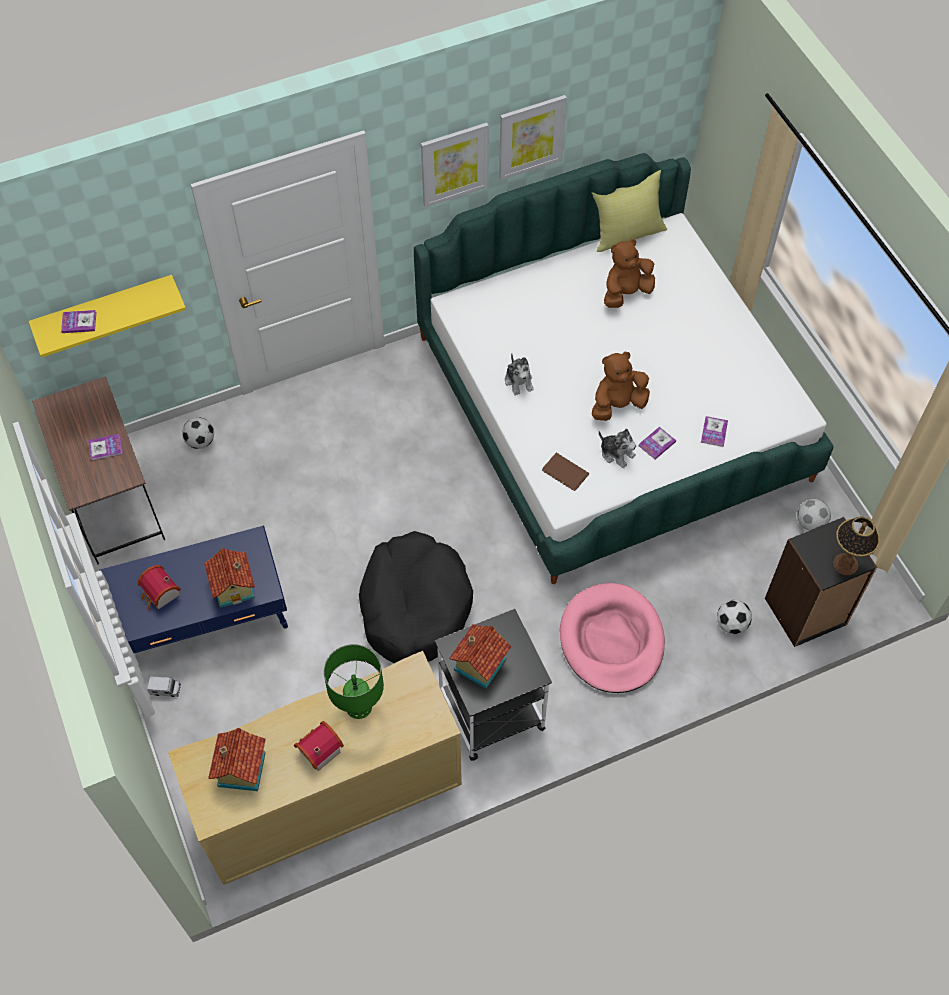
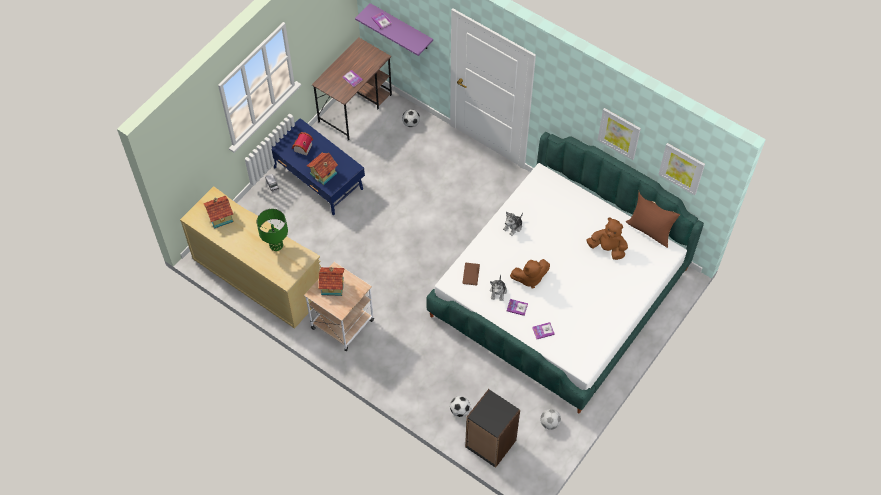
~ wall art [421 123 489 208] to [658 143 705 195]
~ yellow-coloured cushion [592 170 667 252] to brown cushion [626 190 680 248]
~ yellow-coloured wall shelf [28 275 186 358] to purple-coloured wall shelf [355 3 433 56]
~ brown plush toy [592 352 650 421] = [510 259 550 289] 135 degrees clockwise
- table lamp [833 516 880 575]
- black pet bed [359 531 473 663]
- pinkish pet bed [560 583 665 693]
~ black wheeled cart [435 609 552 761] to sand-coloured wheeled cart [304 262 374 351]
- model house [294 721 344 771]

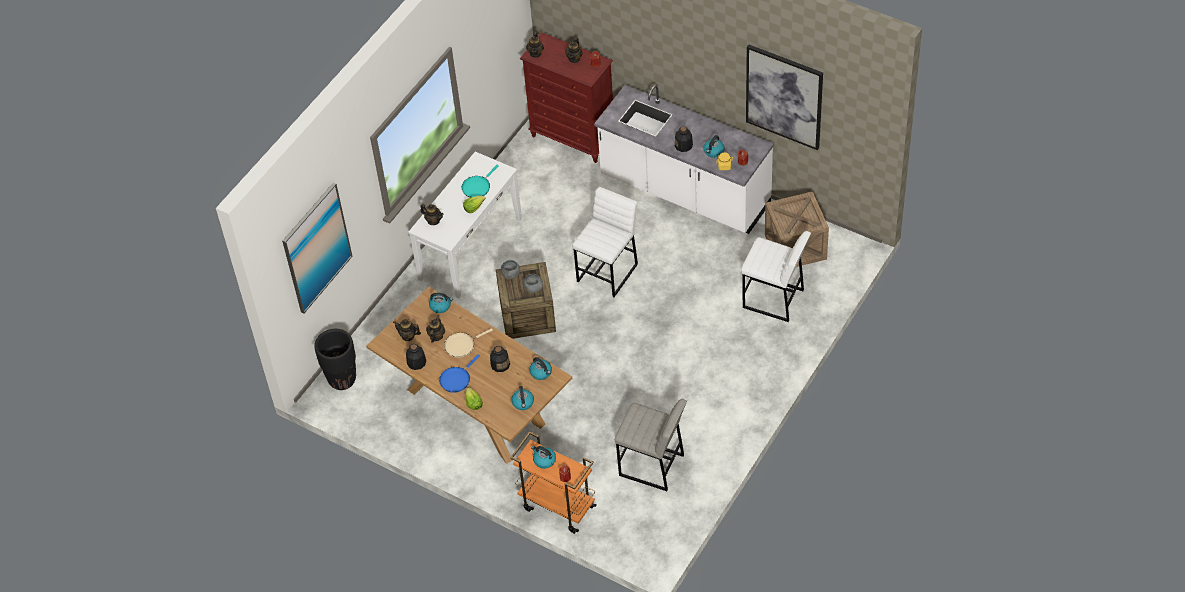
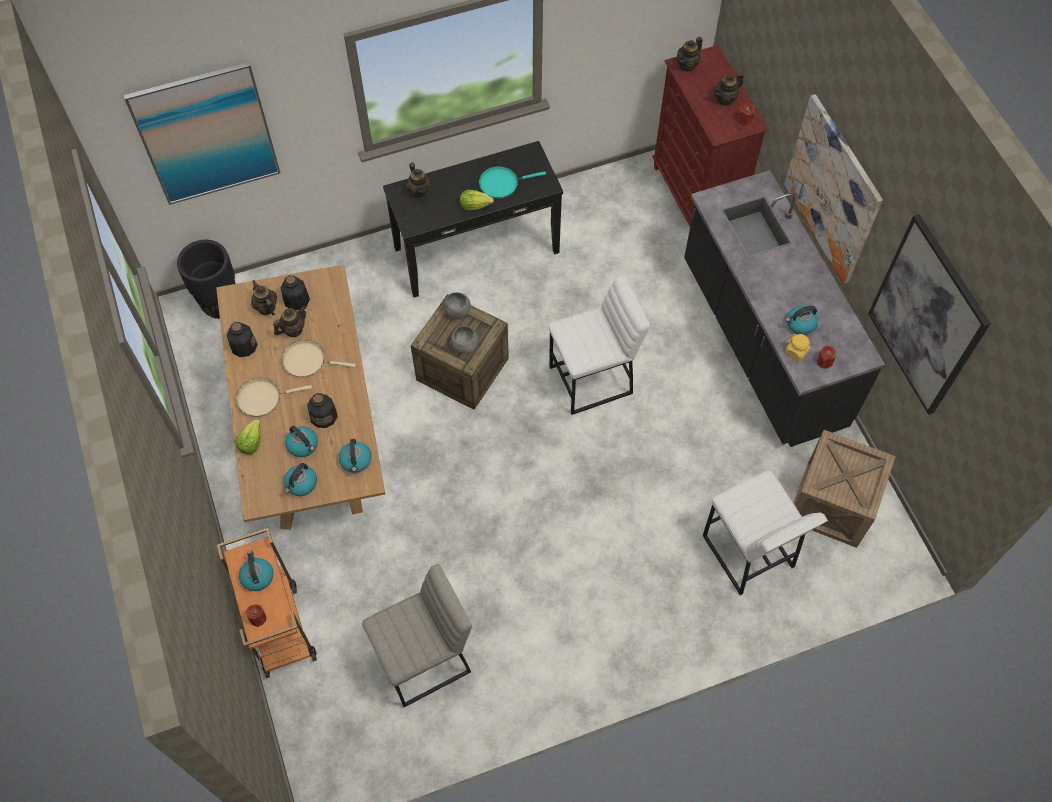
~ white kitchen base unit [594 85 774 234] to black kitchen base unit [684 170 885 447]
~ beverage bottle [675 127 693 152] to [281 275 310 310]
~ white hall table [408 152 522 298] to black hall table [383 141 563 297]
~ tea kettle [429 293 453 313] to [285 426 318 457]
~ blue skillet [439 354 480 393] to sand-coloured skillet [236 378 312 417]
~ gray upright chair [615 399 687 491] = [362 564 472 707] 90 degrees counterclockwise
+ wall art [784 94 883 284]

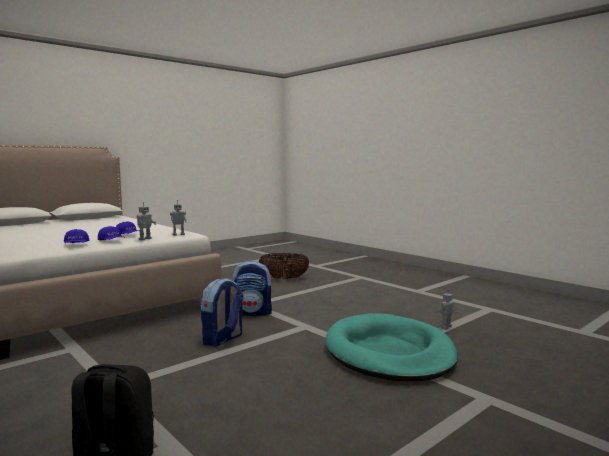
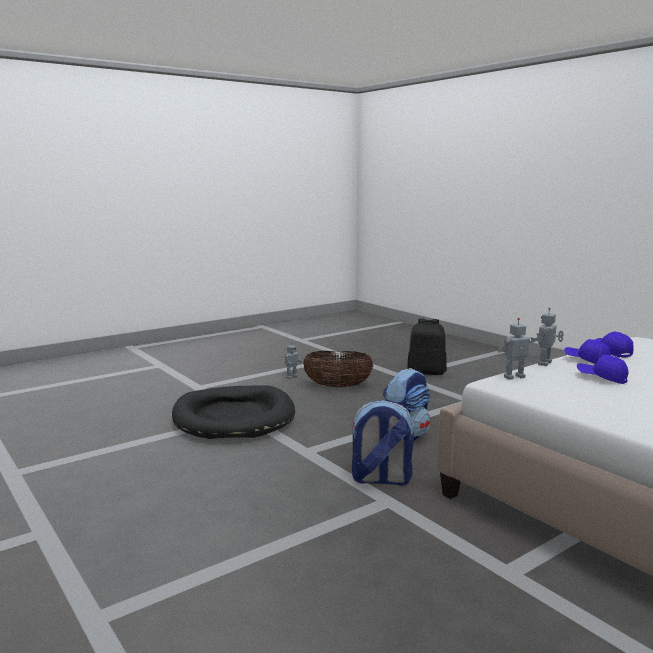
~ storage basket [259 253 309 279] to [303 351 373 387]
~ toy robot [435 290 458 330] to [285 342 303 379]
~ turquoise-coloured pet bed [325 313 458 381] to black pet bed [172 385 295 439]

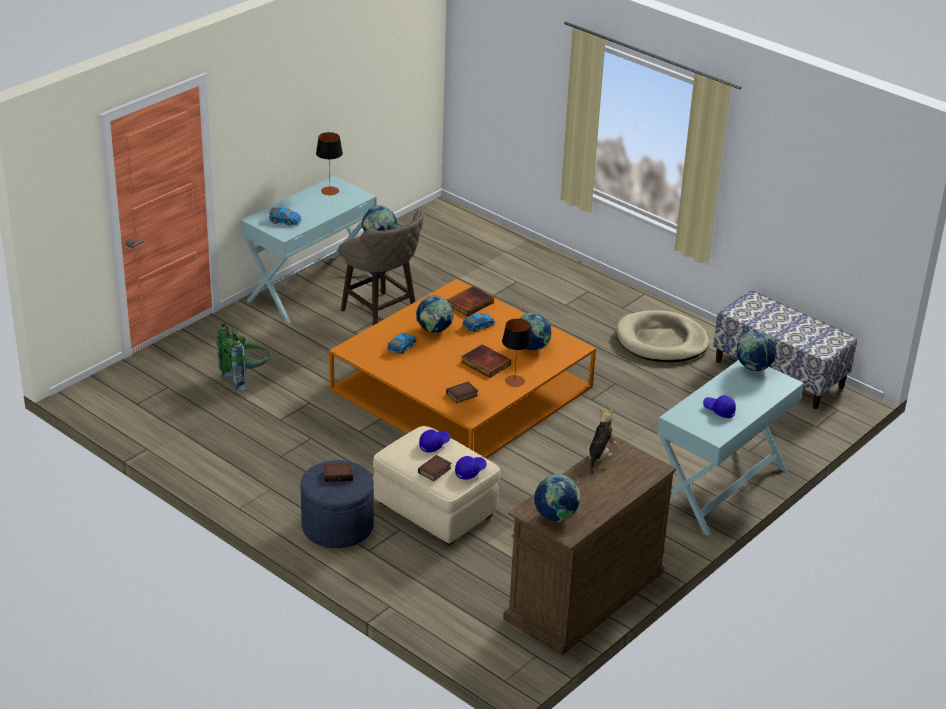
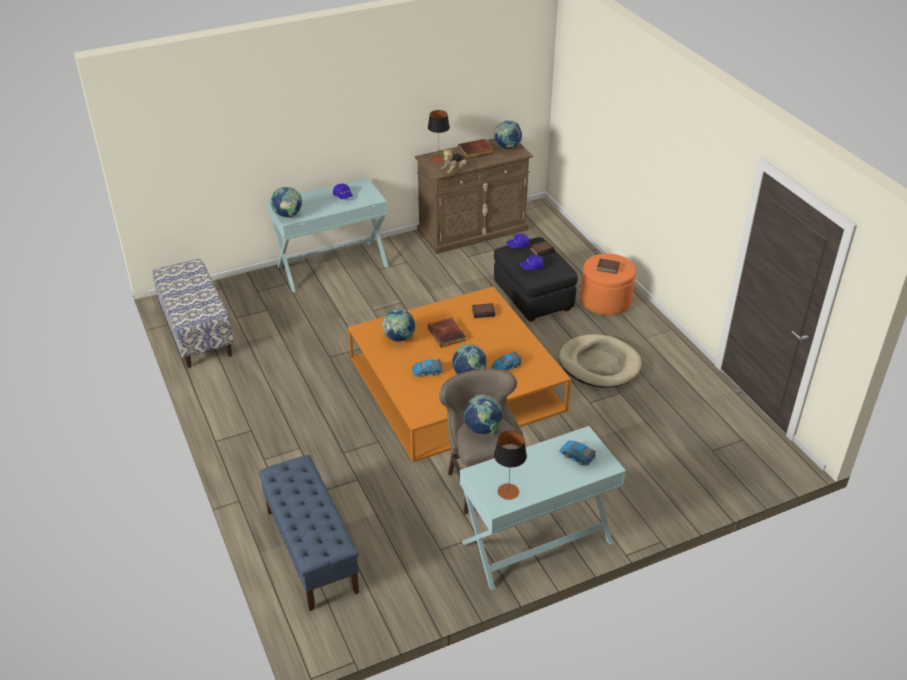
~ book [447 286 494 316] to [458 139 494 159]
~ sand-coloured pet bed [616 310 709 362] to [558 334 642 388]
~ table lamp [502 319 532 387] to [428 110 450 163]
- greenish knapsack [216 324 269 391]
~ sand-coloured pouffe [373 426 500 545] to black pouffe [494 237 578 322]
~ blue pouffe [301 460 374 548] to orange pouffe [581 253 636 315]
+ blue long seat [258 455 359 611]

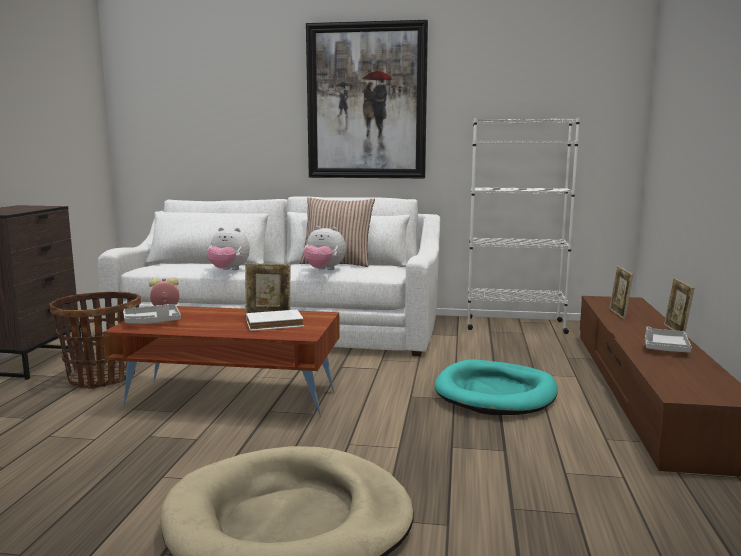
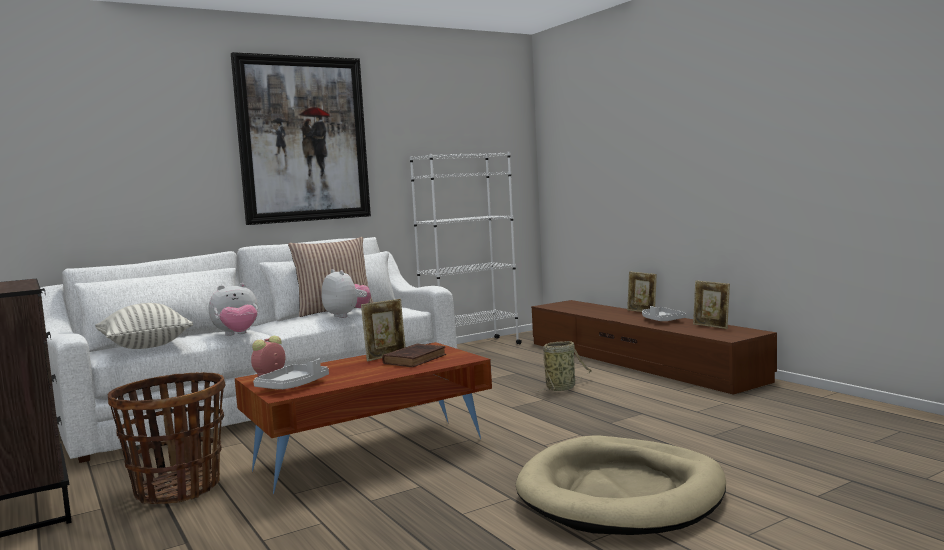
~ plush toy [303 226 346 270] = [322 269 371 318] 105 degrees counterclockwise
~ standing frame [609 266 633 319] to [693 280 730 329]
~ white book [246 310 304 331] to brown book [382 343 446 367]
~ turquoise-coloured pet bed [435 359 558 415] to storage basket [537 341 592 392]
+ cushion [95 303 193 349]

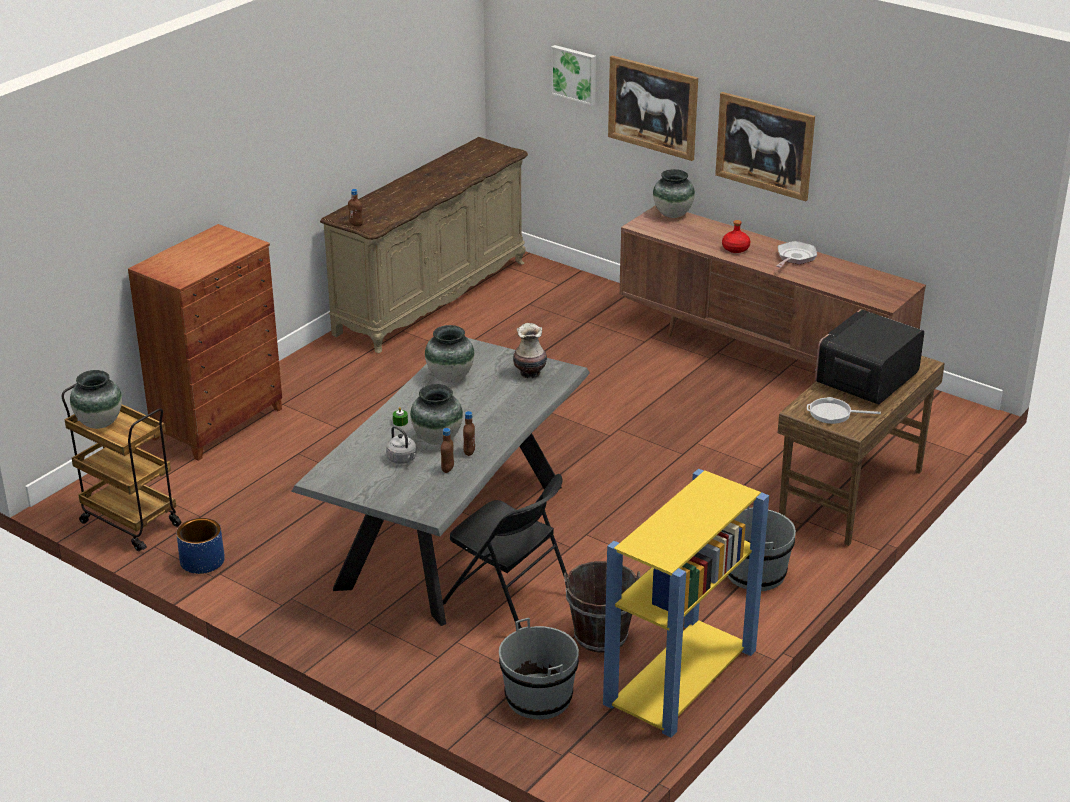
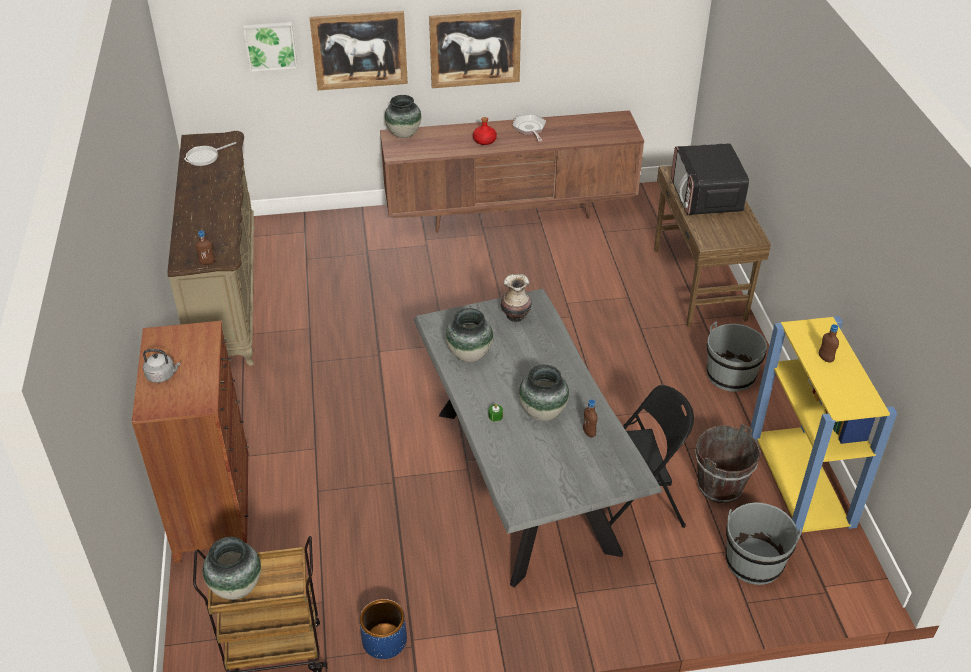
~ skillet [807 397 881 424] to [184 142 236 166]
~ brown beverage bottle [463 411 475 456] to [819 324 839 363]
~ gray tea kettle [386 426 416 464] to [143 349 180 383]

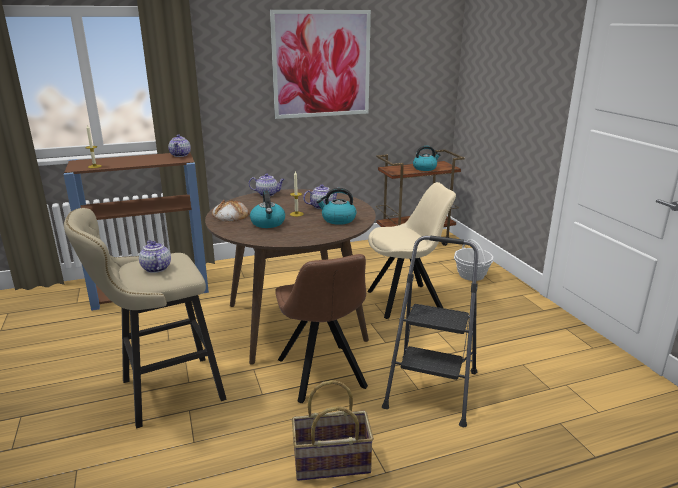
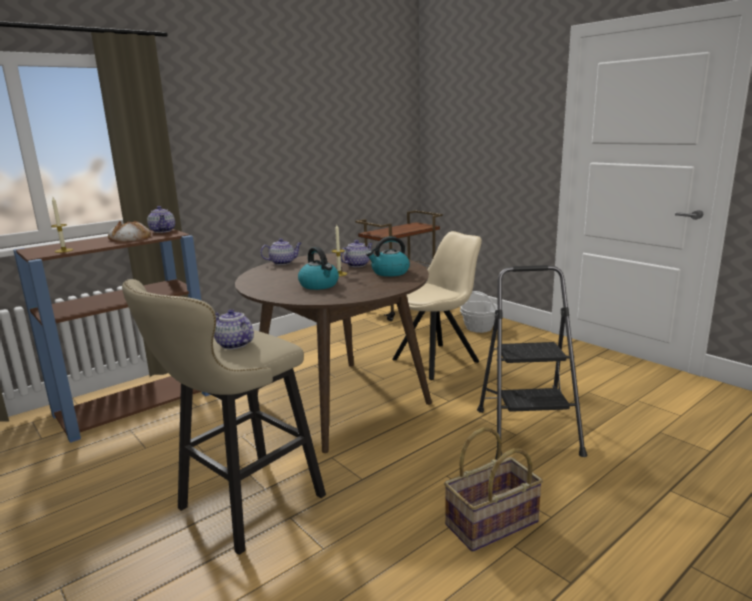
- wall art [270 10 371 119]
- tea kettle [413 146 441 171]
~ bread [212 199 249 222] to [108 221 151 242]
- brown upright chair [275 254 368 403]

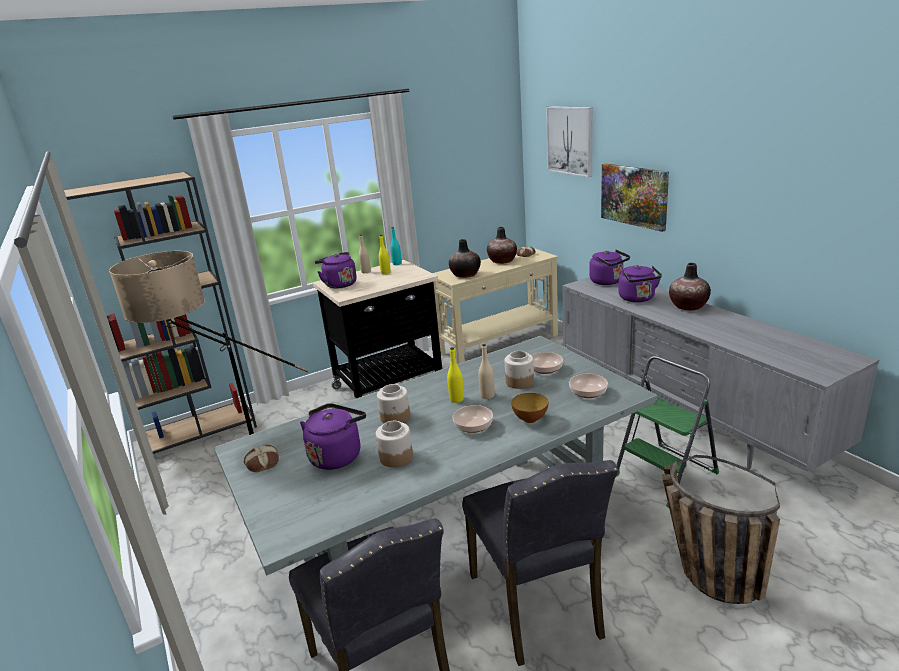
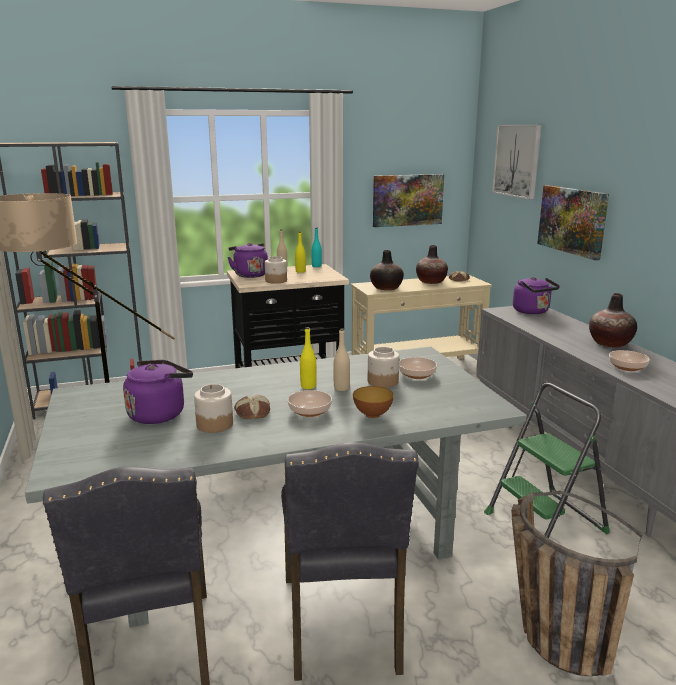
- purple-coloured tea kettle [618 265 662 302]
~ deep dish [569 374 608 398] to [609 350 650 371]
~ preserve jar [377 384 410 423] to [265 256 287 284]
~ bread [244 445 279 472] to [234 395 270 419]
+ wall art [373 174 444 227]

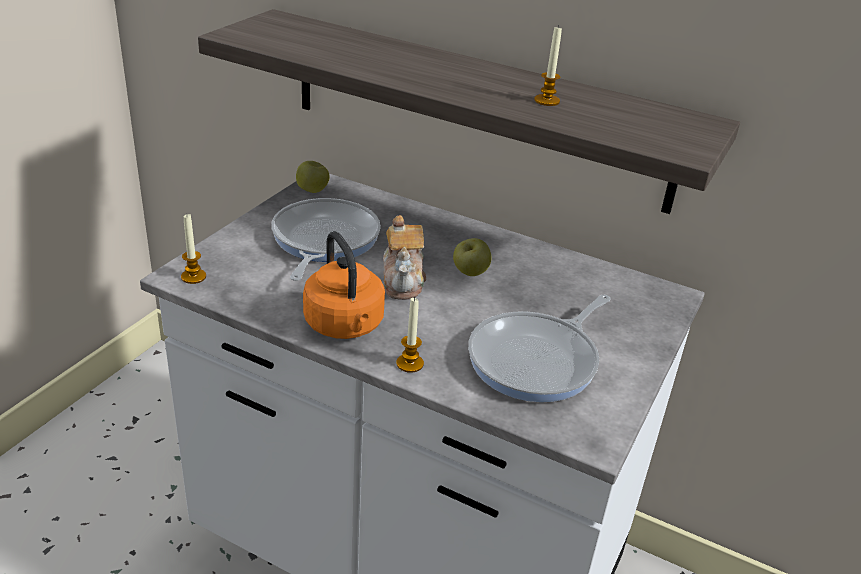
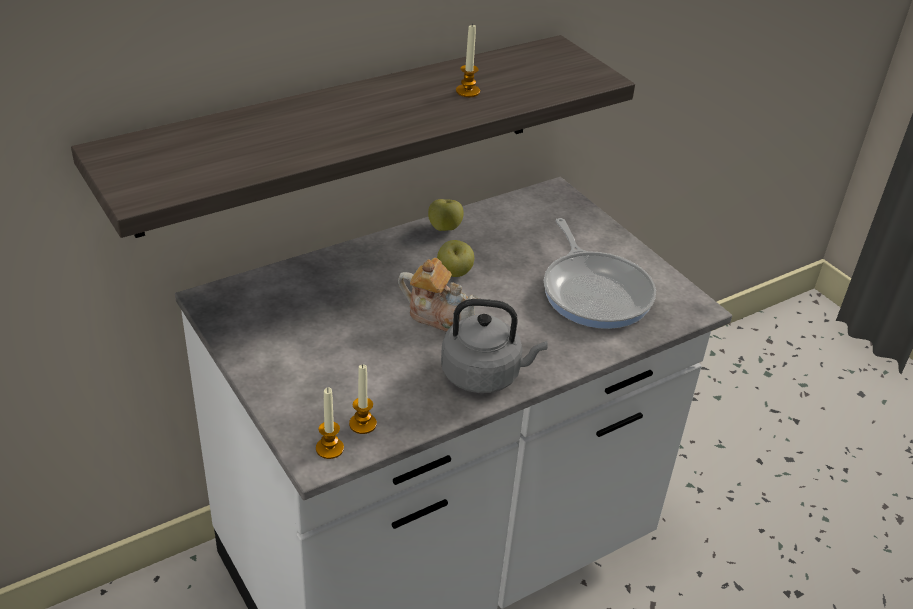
~ whole apple [296 161 329 193] to [428 199 464 231]
- skillet [271 198 381 281]
~ orange tea kettle [303 231 385 339] to gray tea kettle [441 299 548 393]
~ wax candle [396 297 424 373] to [349 364 377 434]

